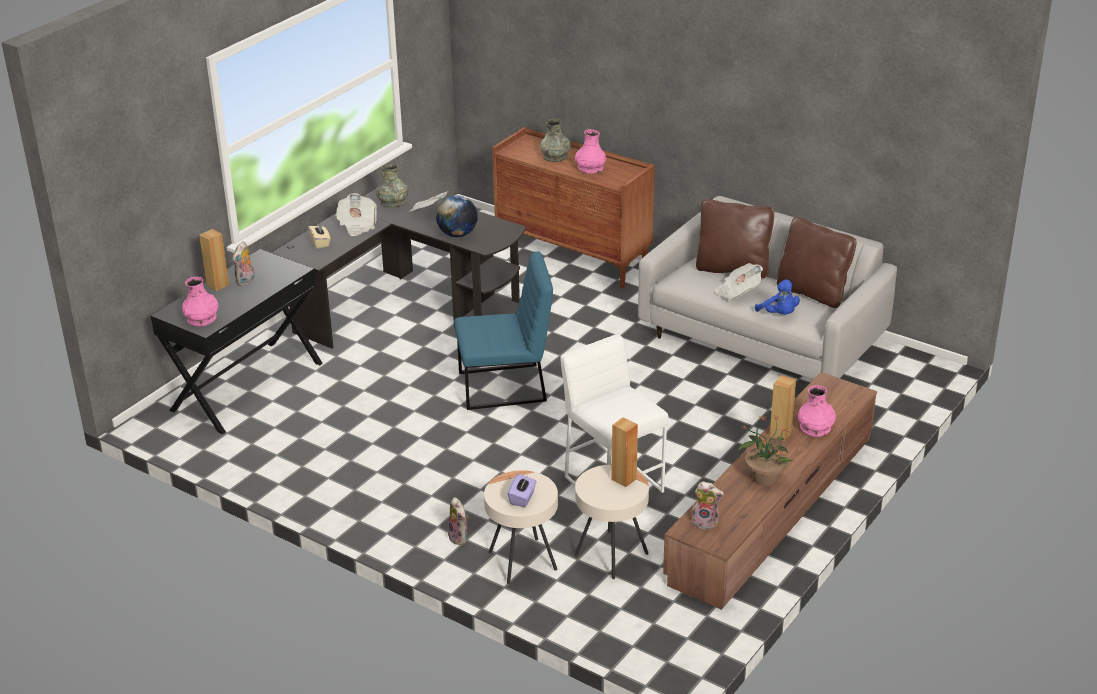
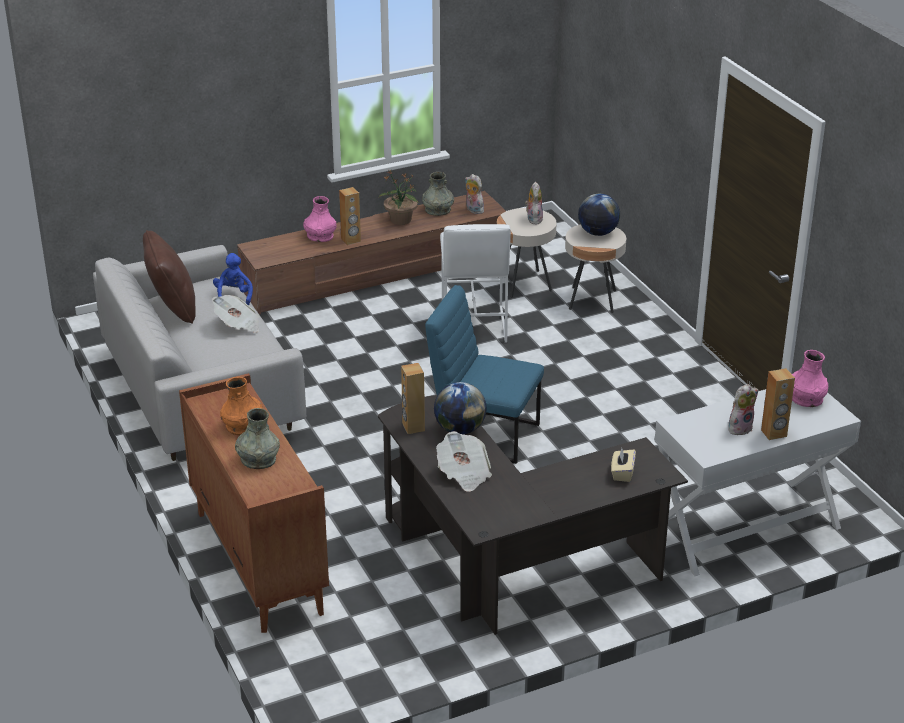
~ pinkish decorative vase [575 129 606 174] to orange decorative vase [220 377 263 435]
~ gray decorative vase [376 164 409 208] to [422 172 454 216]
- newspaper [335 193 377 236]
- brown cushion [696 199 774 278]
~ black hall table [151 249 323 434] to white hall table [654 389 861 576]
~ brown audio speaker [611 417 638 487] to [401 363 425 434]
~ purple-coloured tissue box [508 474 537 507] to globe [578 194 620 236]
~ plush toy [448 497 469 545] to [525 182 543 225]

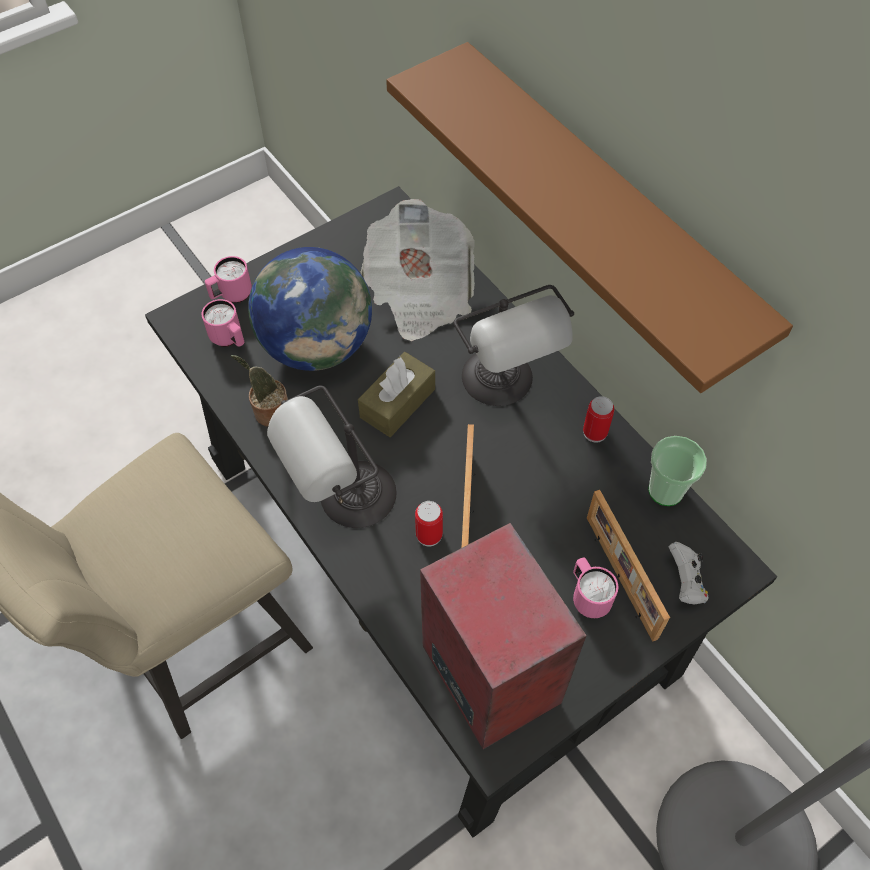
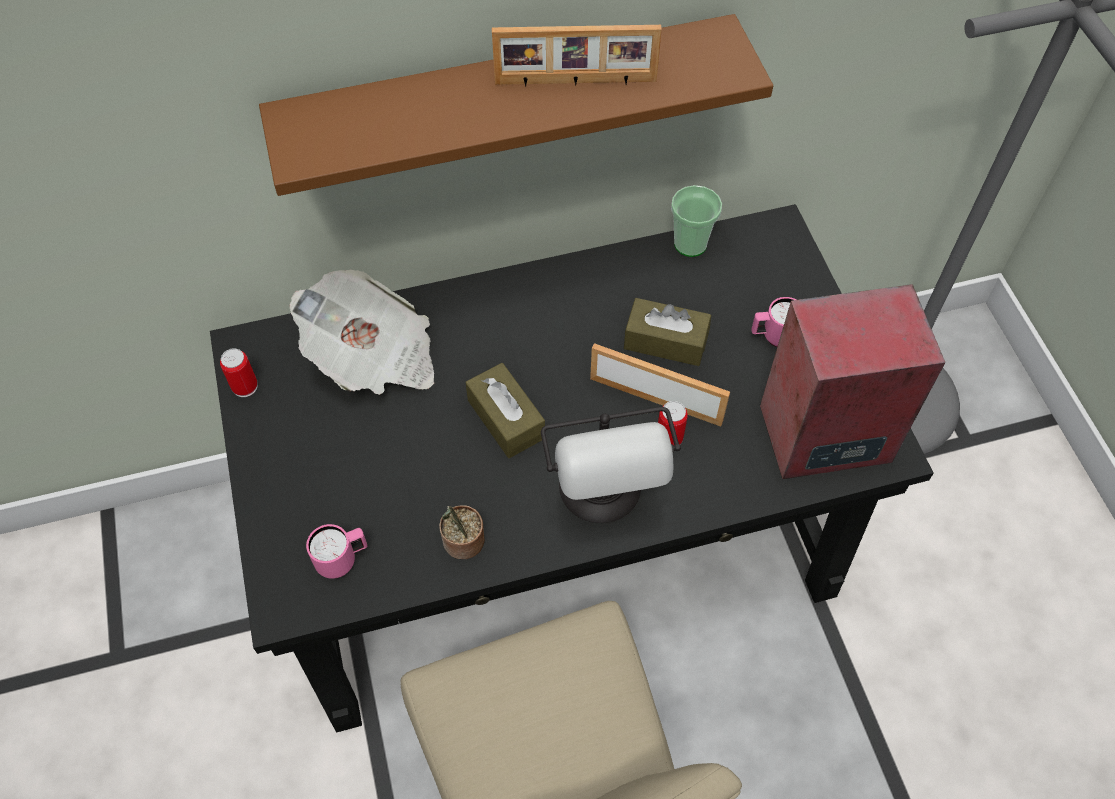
- globe [248 247 372 371]
- pinkish coffee mug [205 256 252 303]
- table lamp [453 285 574 406]
~ sealed can [583 396 614 443] to [220 348 258 397]
~ standing frame [587 490 670 642] to [492 25 662 87]
- white joypad [669 542 709 604]
+ brown tissue box [624 298 711 366]

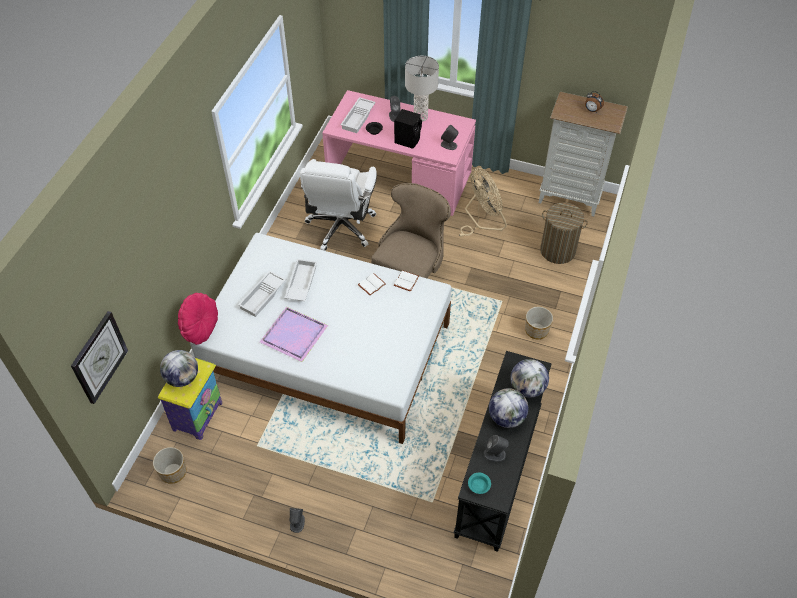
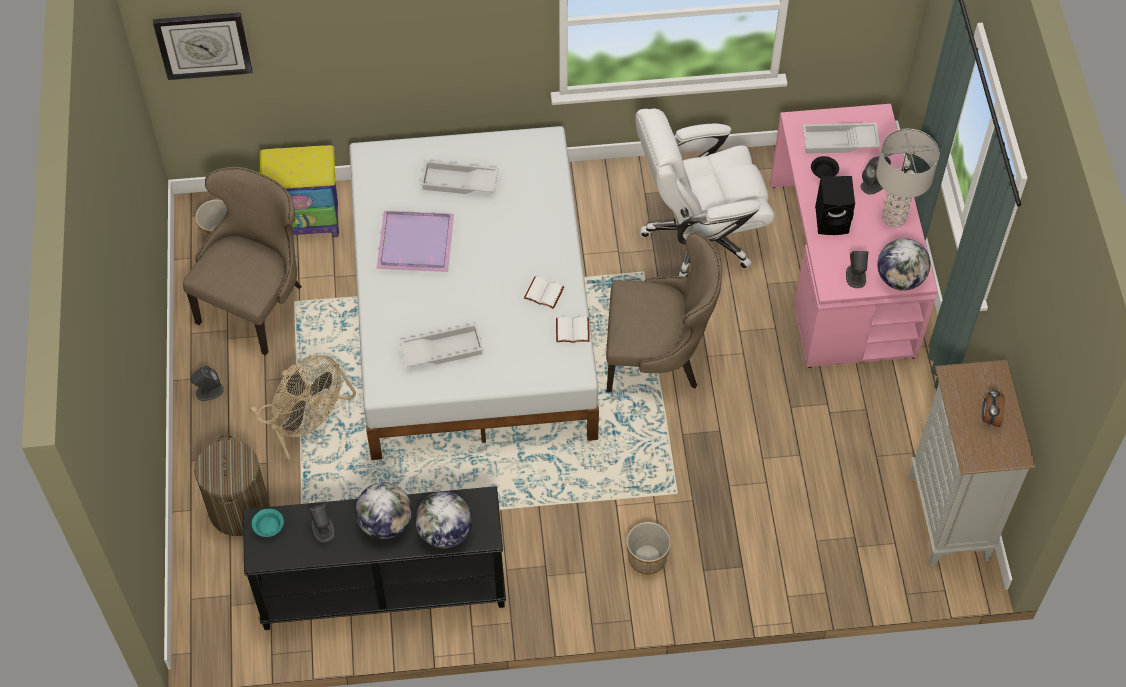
~ sand-coloured fan [459 168 507 237] to [250 355 356 463]
~ hamper [540 203 588 264] to [194 435 270 536]
~ white carrying tray [285 259 317 301] to [400 323 484 367]
- pinkish cushion [178 293 218 345]
~ globe [160 350 198 387] to [877 238 930 291]
+ sand-coloured upright chair [182 167 302 355]

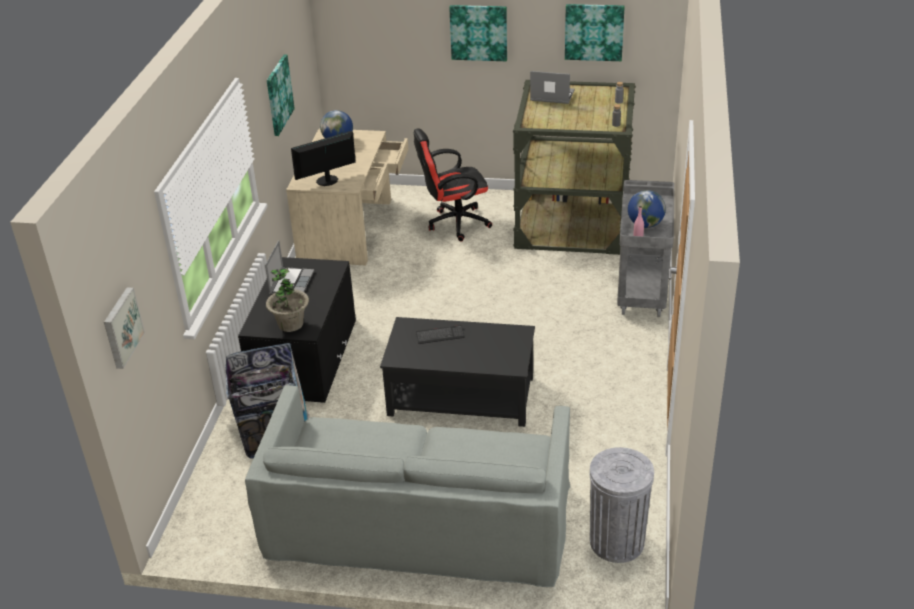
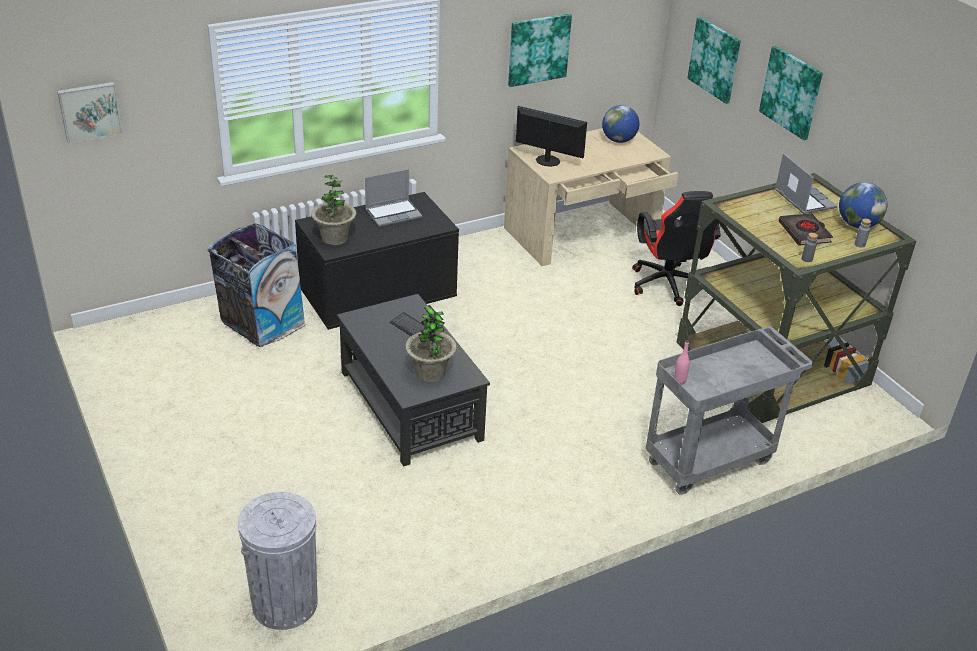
~ wall art [565 4 625 61] to [687 17 741 104]
~ black office chair [414 128 492 241] = [632 191 721 306] 135 degrees counterclockwise
~ globe [628 190 666 228] to [839 182 887 228]
- gray sofa [245 385 571 587]
+ black book [779 213 833 246]
+ potted plant [405 305 457 382]

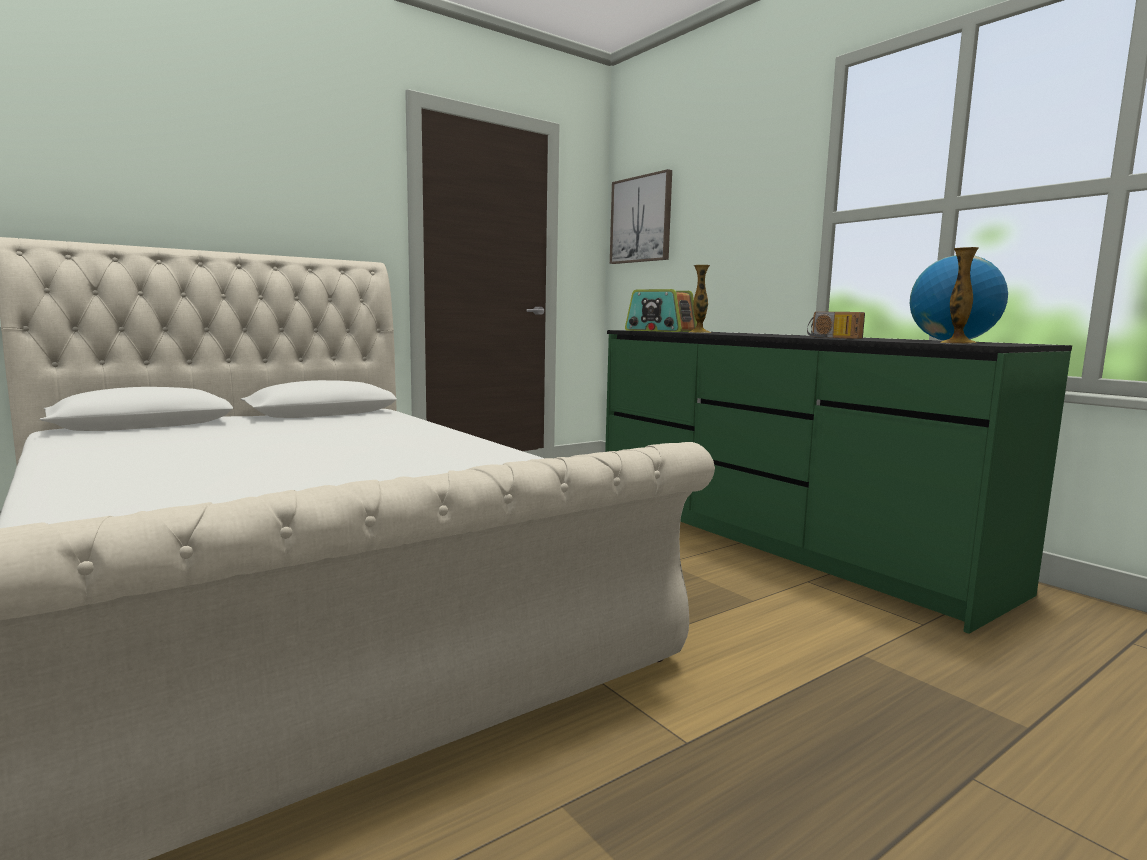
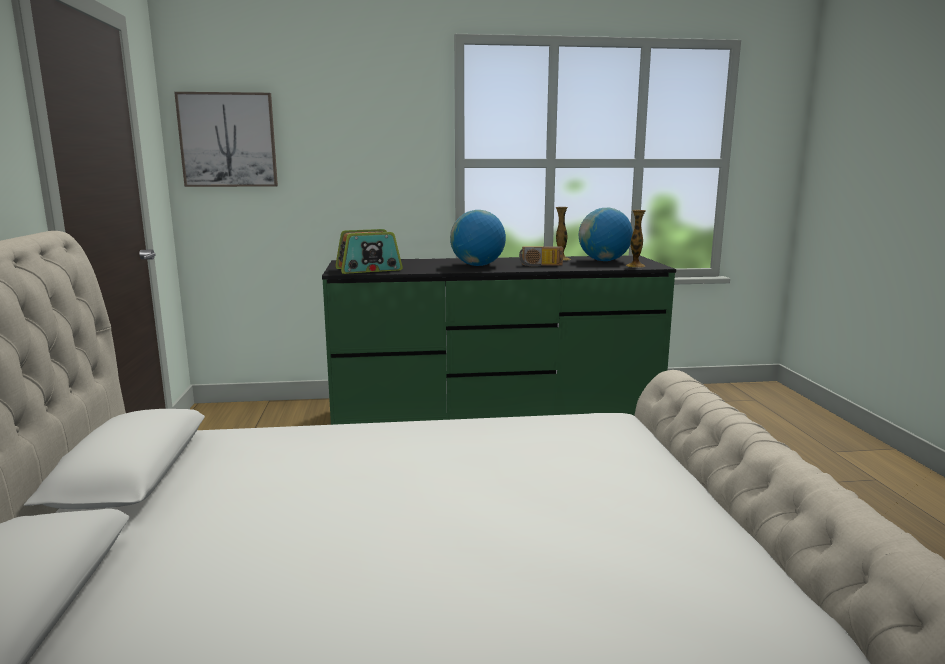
~ decorative vase [688 265 711 333] to [555 207 571 261]
+ globe [450 210 506 266]

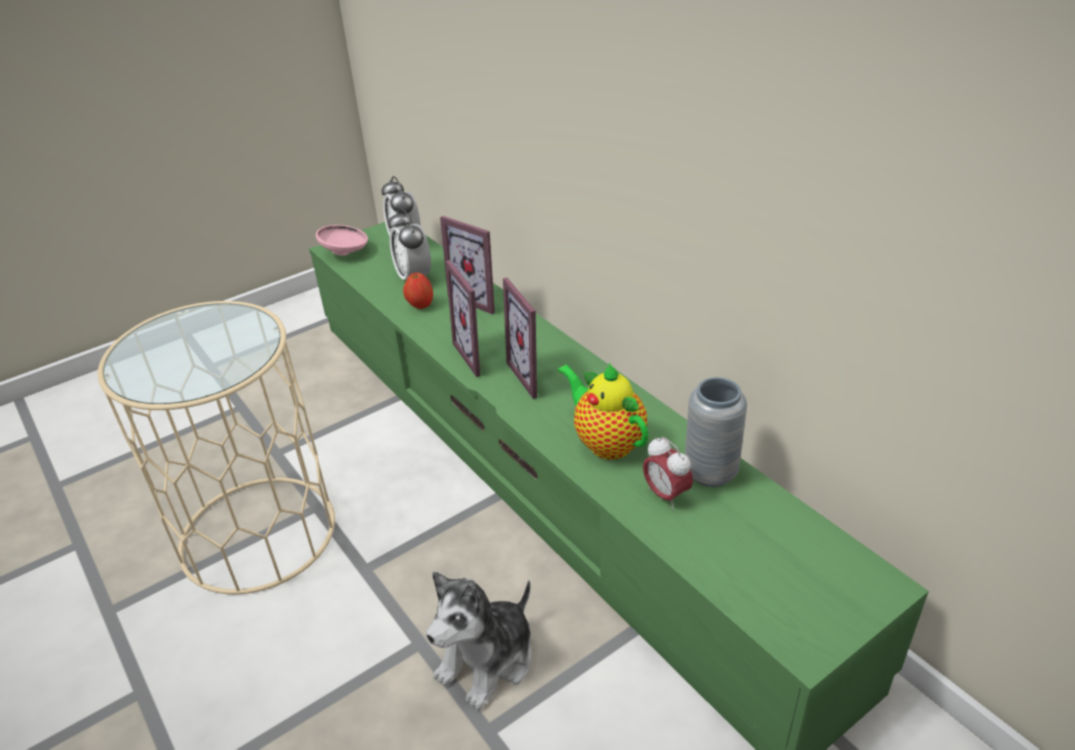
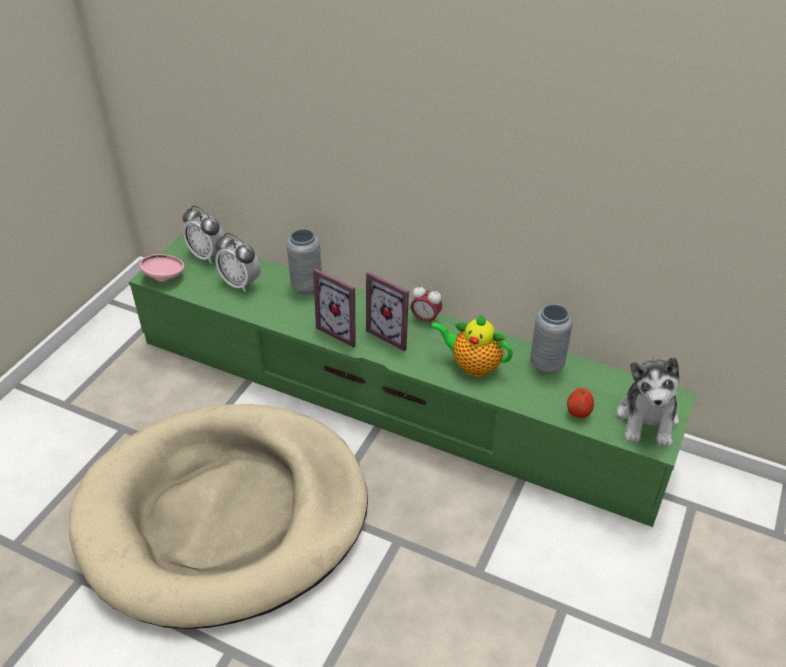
~ standing frame [440 216 495 314] to gray decorative vase [287 229 322 294]
~ whole apple [403 273 433 309] to [567 388 594 418]
~ sand-coloured side table [98 301 335 594] to sand-coloured pet bed [69 404 368 629]
~ table clock [643 437 693 509] to [411 285 442 323]
~ plush toy [426 572 532 710] to [617 357 679 447]

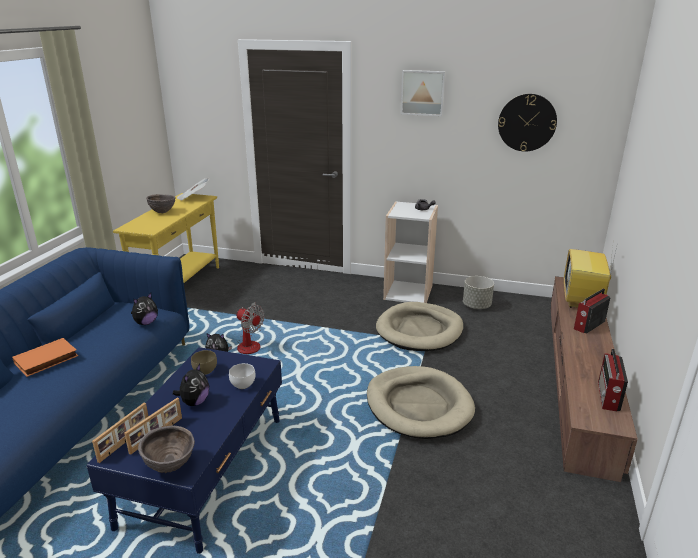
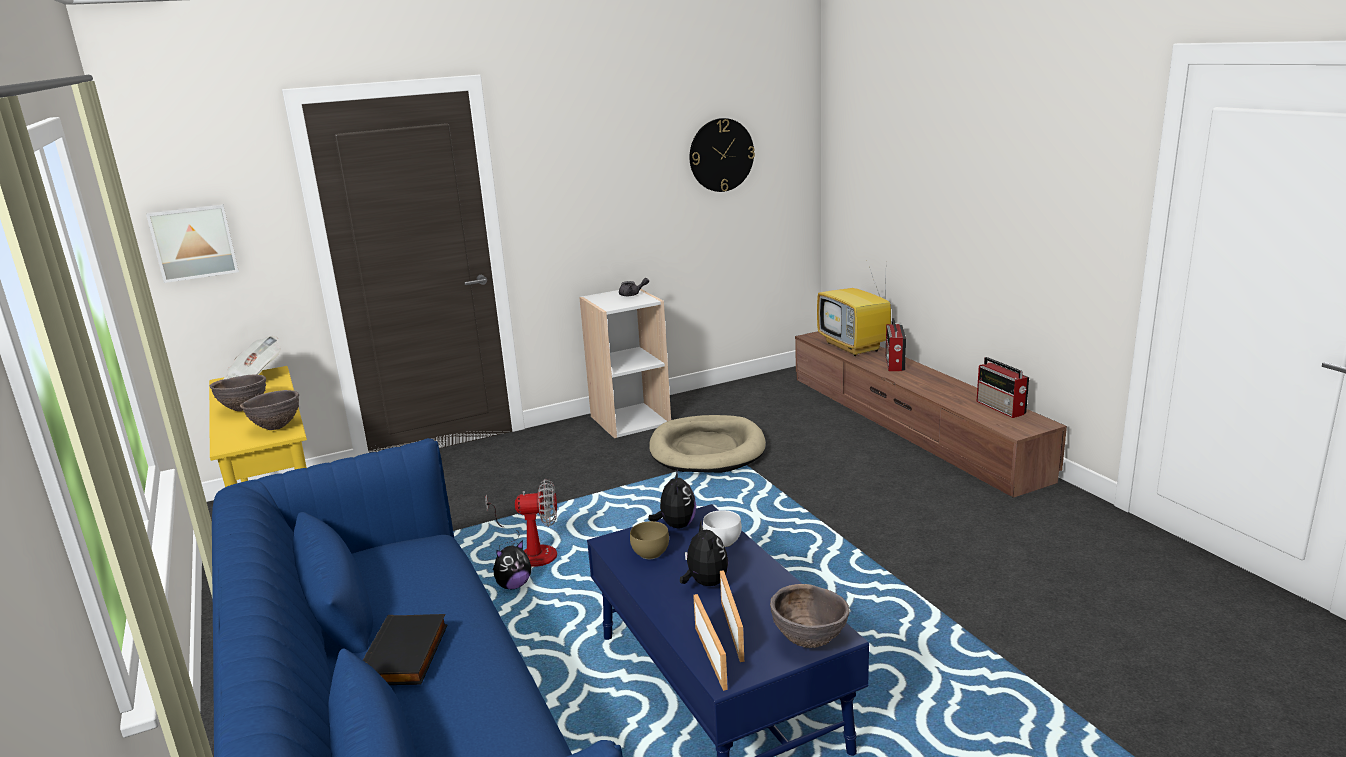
~ wall art [401 70 446 116] to [146 204 239 283]
- gray planter [463 276 494 309]
~ plush toy [131 293 158 325] to [648 470 696 529]
~ orange book [12 338 78 377] to black book [363 614 448 685]
- sand-coloured pet bed [367 366 475 439]
+ brown deep dish [240 390 299 430]

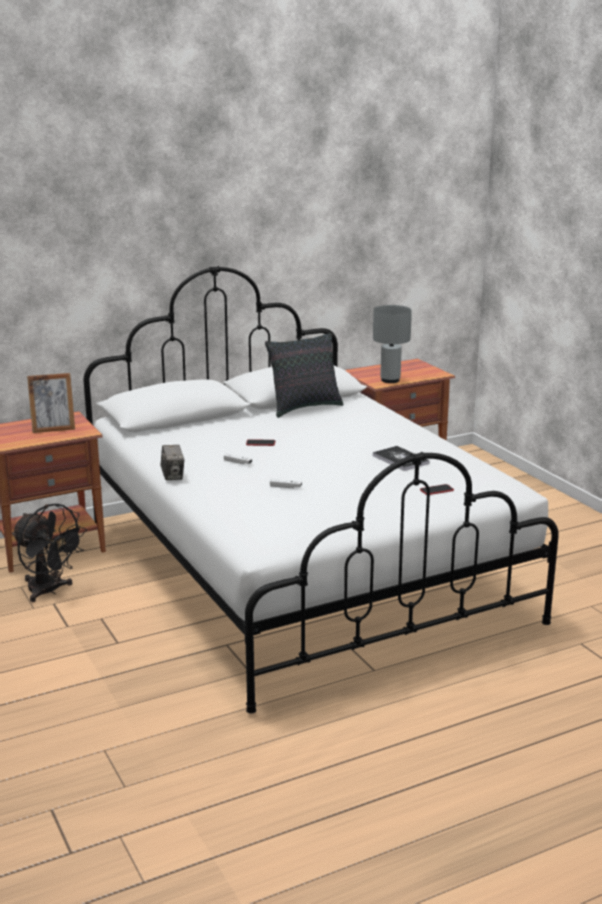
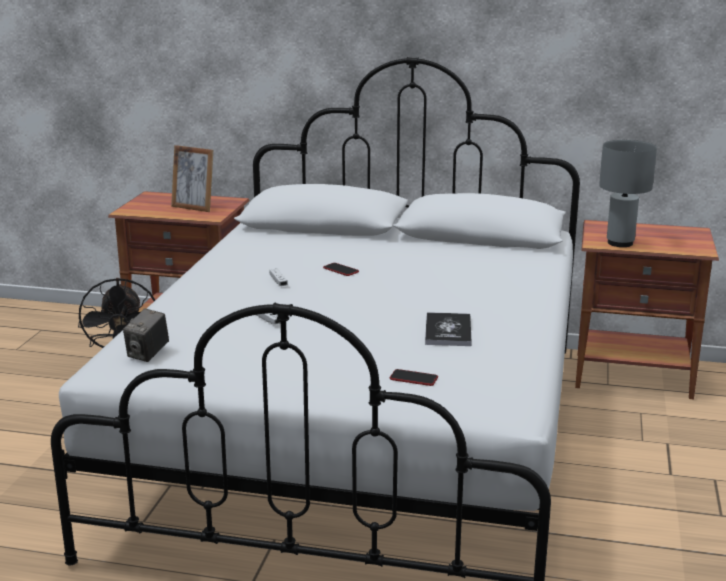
- black cushion [265 333 344 418]
~ photo camera [161 445 184 480] to [123 308 169 362]

